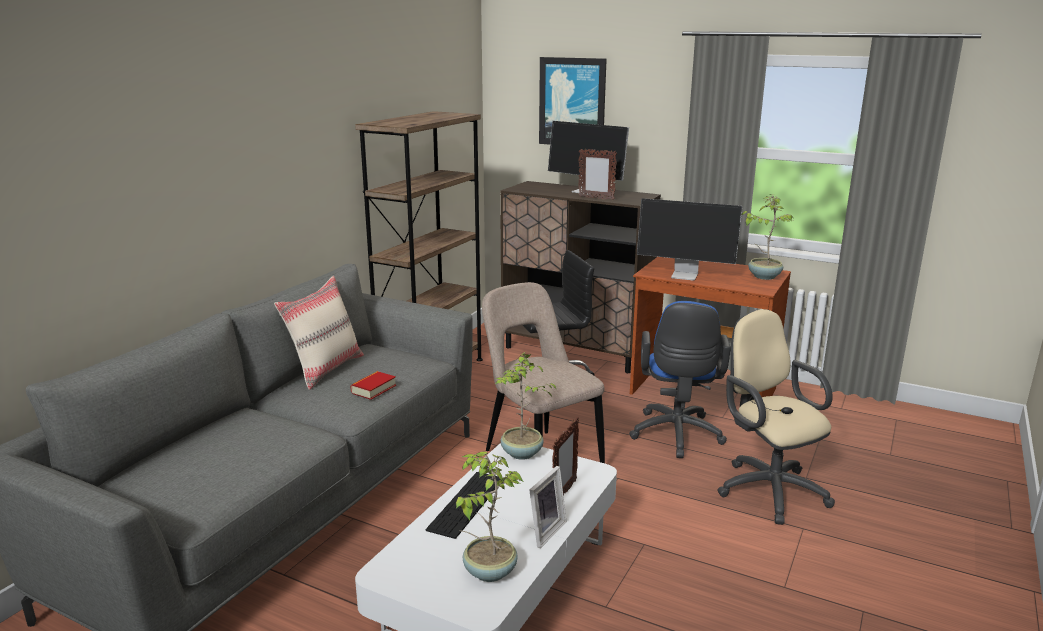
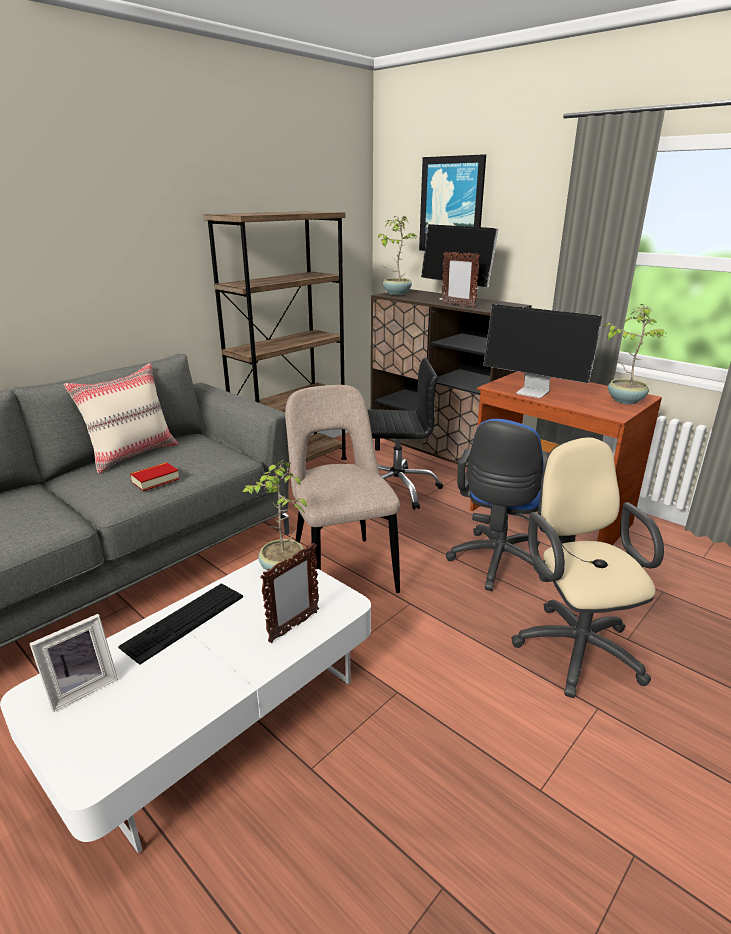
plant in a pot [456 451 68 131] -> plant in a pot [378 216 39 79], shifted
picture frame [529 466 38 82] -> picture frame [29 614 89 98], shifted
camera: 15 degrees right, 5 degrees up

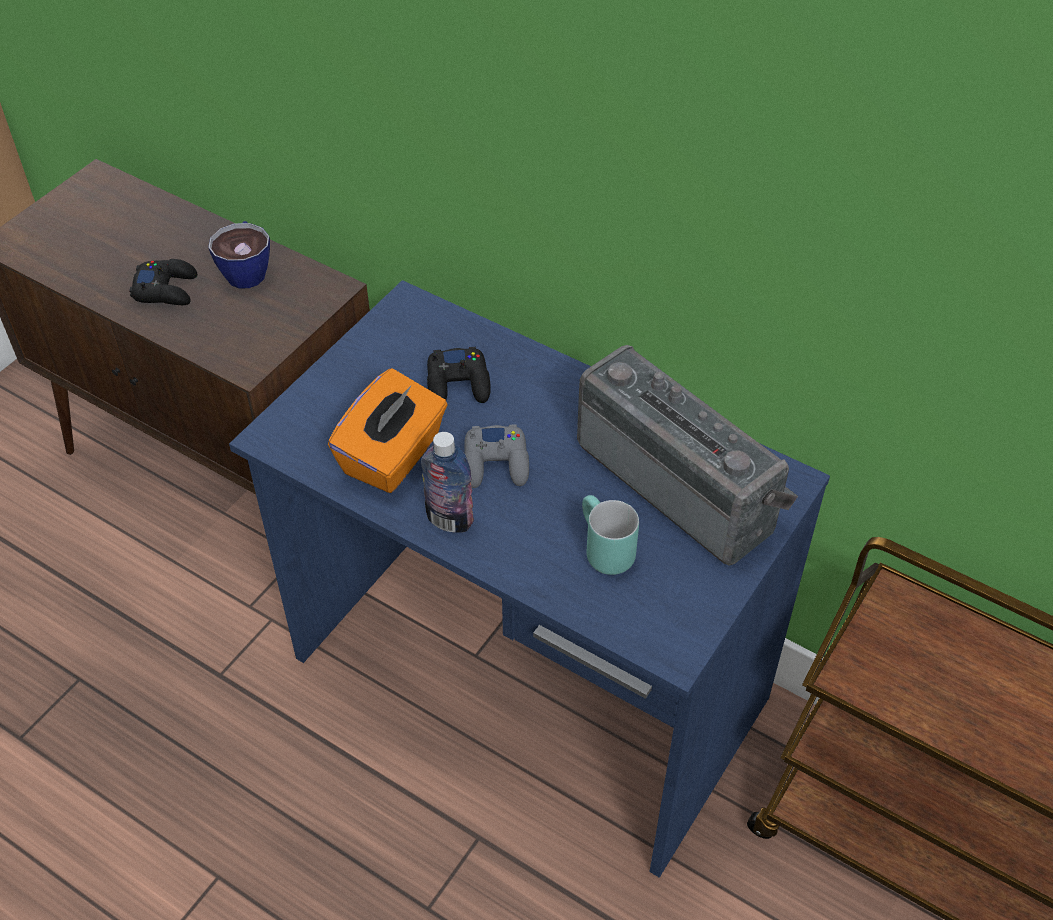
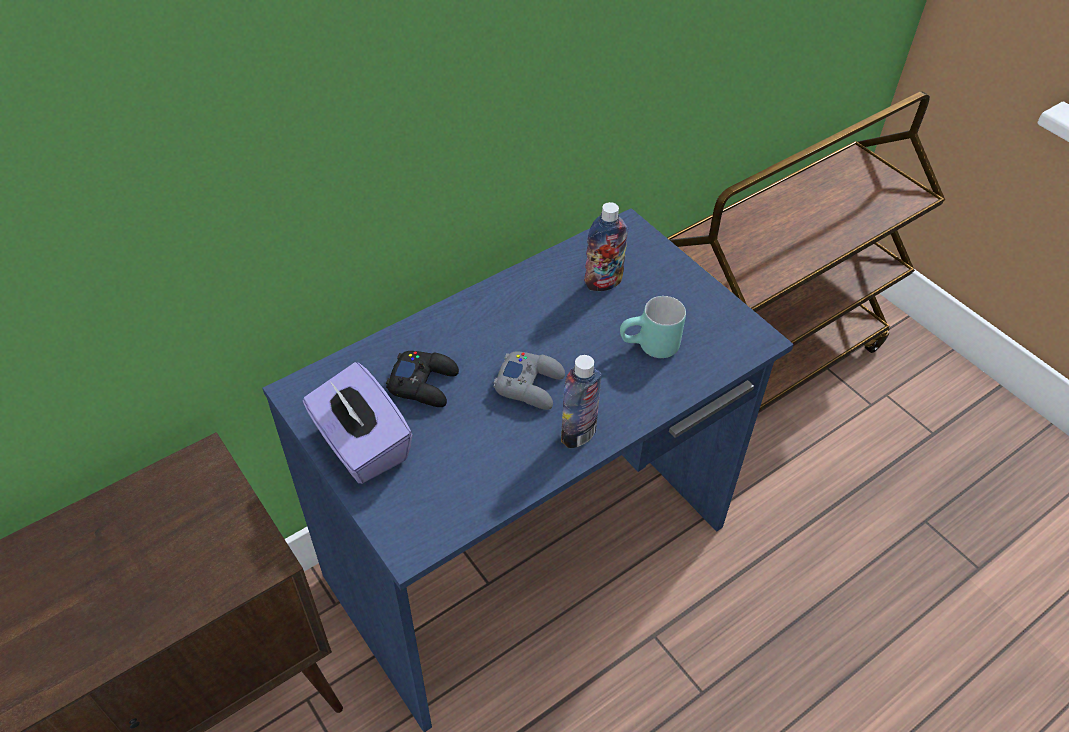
black-coloured joypad [129 259 68 46] -> none
small cup [208 221 62 68] -> none
orange-coloured tissue box [328 368 120 125] -> none
radio set [577 345 221 221] -> drink bottle [584 202 44 89]
none -> purplish tissue box [303 362 110 122]
camera: 70 degrees left, 0 degrees up

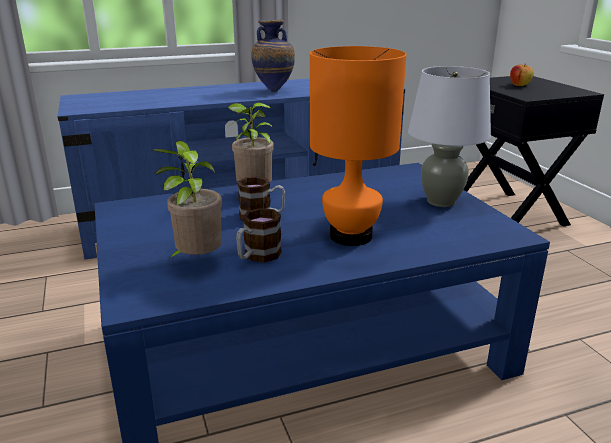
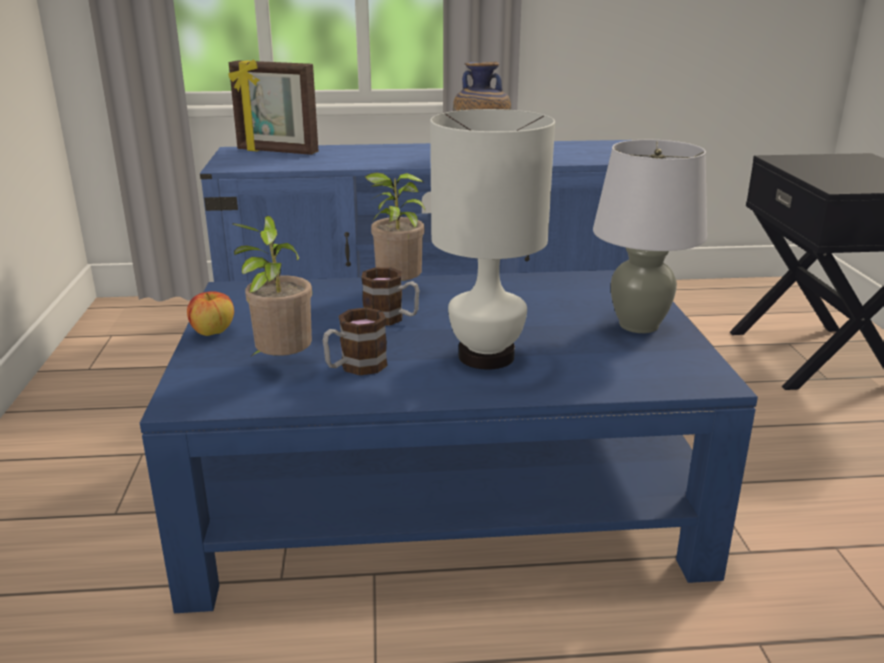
orange-coloured lamp for a table [310 46 97 200] -> white lamp for a table [430 109 125 261]
apple [510 63 24 23] -> apple [187 291 47 45], shifted
none -> picture frame [228 59 90 96]
camera: 15 degrees right, 0 degrees up

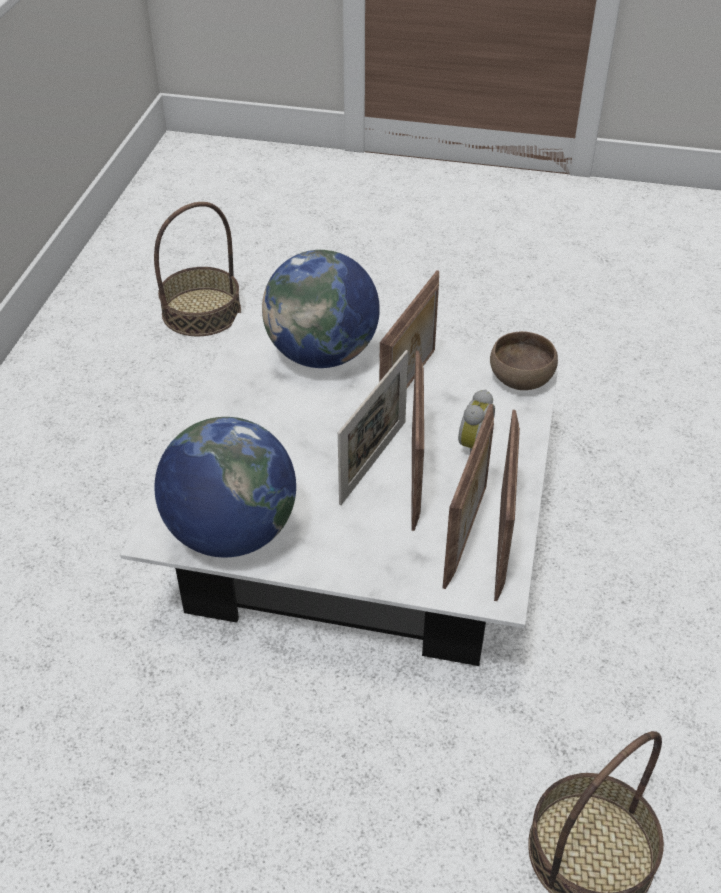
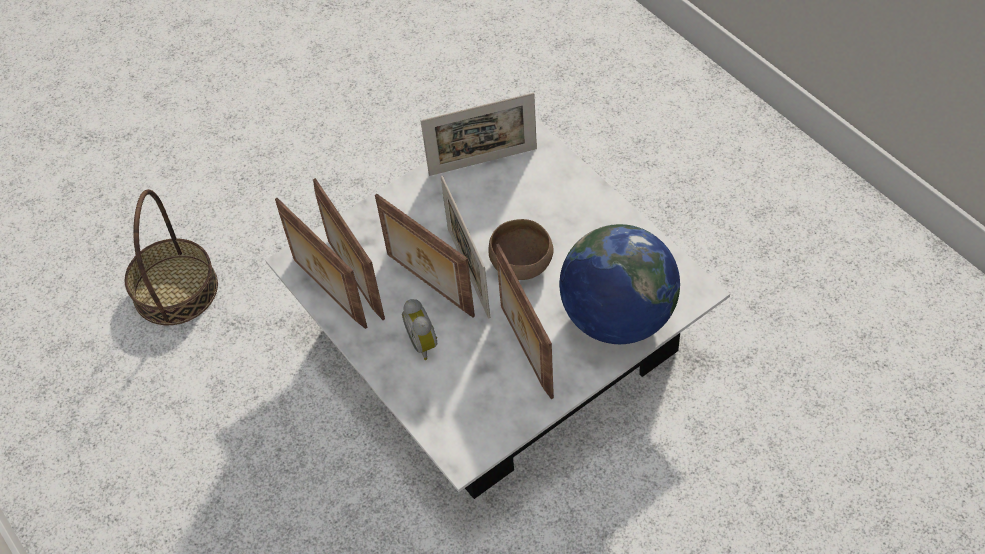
storage basket [154 202 87 134] -> none
desk globe [154 417 142 140] -> picture frame [420 93 117 83]
brown-coloured serving bowl [490 331 68 59] -> brown-coloured serving bowl [489 219 64 61], shifted
camera: 135 degrees right, 10 degrees up

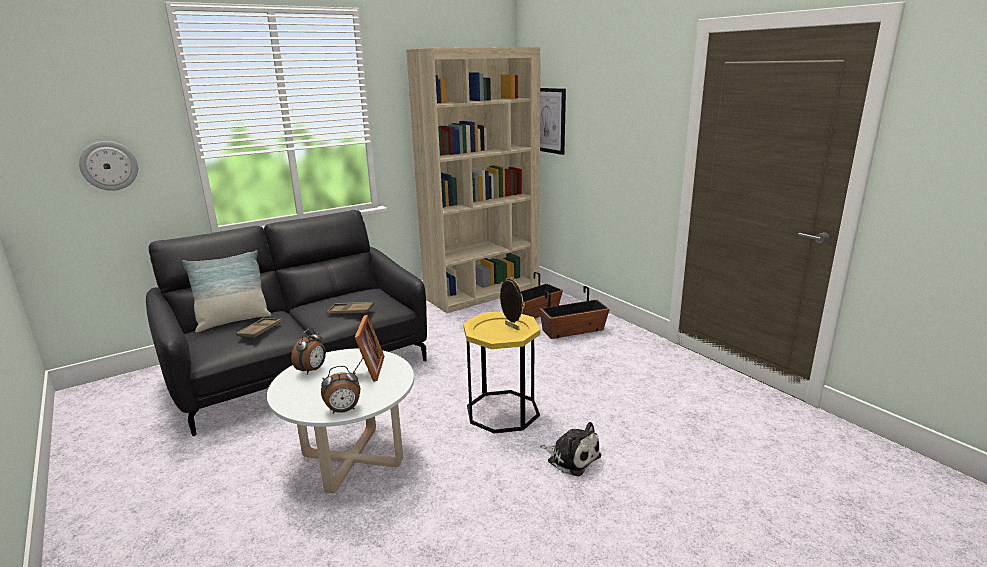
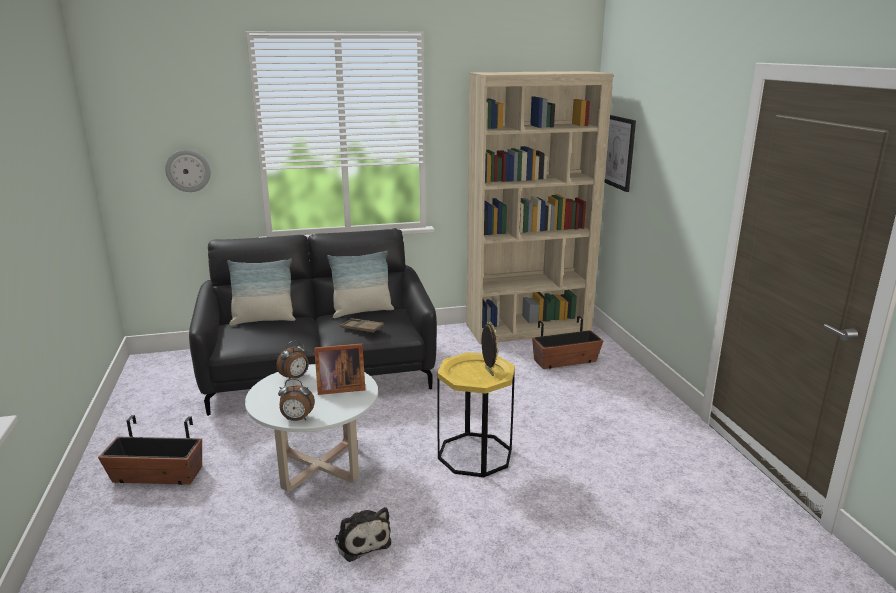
brown-coloured tray [236 318 46 21] -> none
picture frame [353 315 32 67] -> picture frame [314 344 51 51], 60 degrees clockwise
flower pot [540 286 70 53] -> flower pot [98 415 104 70], shifted
cuddly toy [540 422 61 54] -> cuddly toy [335 507 56 55], shifted
none -> cushion [327 251 67 67]
camera: 20 degrees right, 0 degrees up

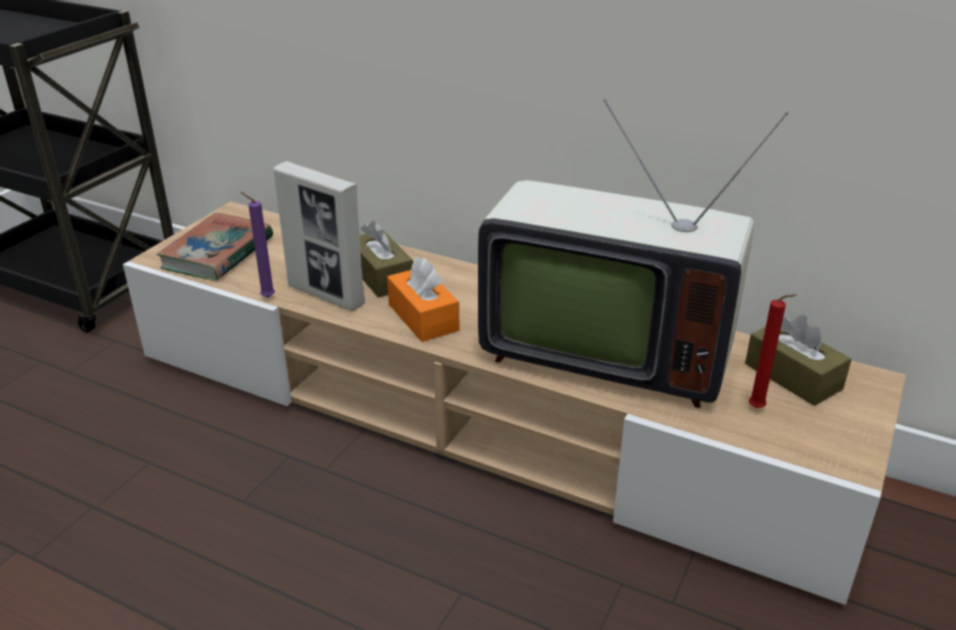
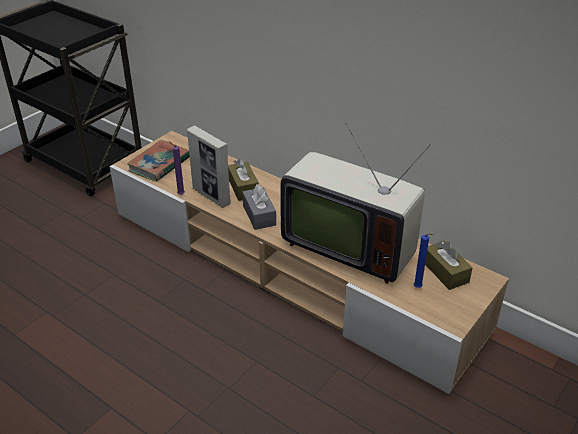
orange-coloured tissue box [387 257 72 85] -> gray tissue box [242 184 34 46]
red candle [749 294 48 114] -> blue-coloured candle [414 234 19 54]
camera: 10 degrees right, 5 degrees up

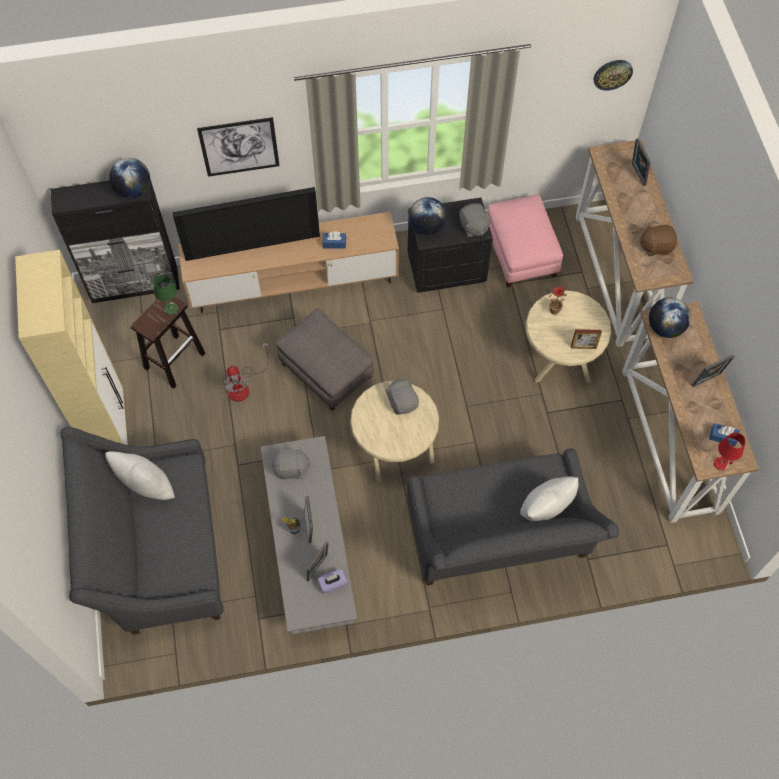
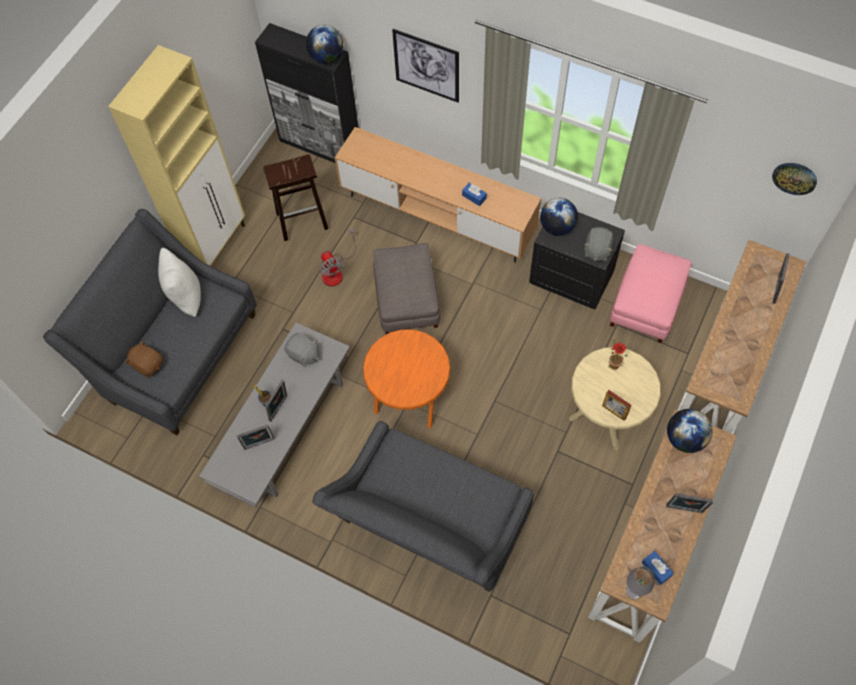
green lamp for a table [154 274 24 41] -> none
television [173 187 147 74] -> none
fan [223 342 46 60] -> fan [320 228 36 58], 45 degrees counterclockwise
purplish tissue box [318 569 30 25] -> none
beige accent table [350 381 89 101] -> orange-coloured accent table [363 330 87 99]
gray cuddly toy [385 379 34 36] -> none
white cushion [520 476 59 45] -> none
brown-coloured cuddly toy [639 223 38 33] -> brown-coloured cuddly toy [125 340 38 38], shifted
red lamp for a table [714 432 31 39] -> gray lamp for a table [626 567 28 32]
camera: 40 degrees right, 0 degrees up

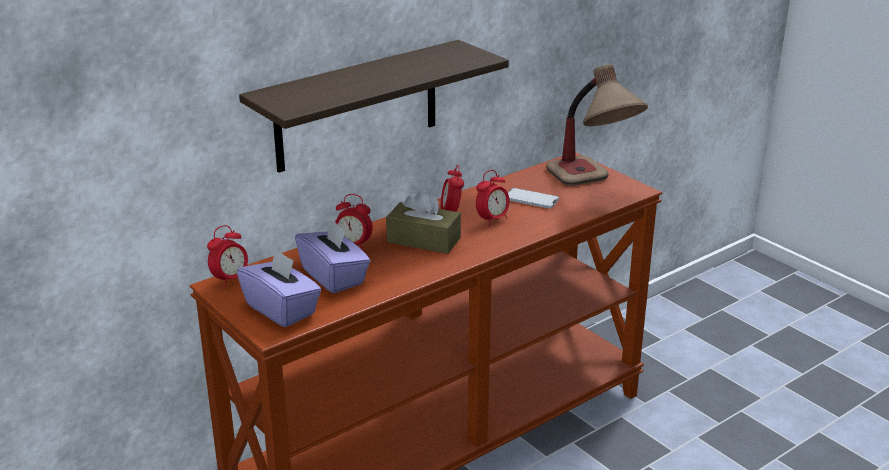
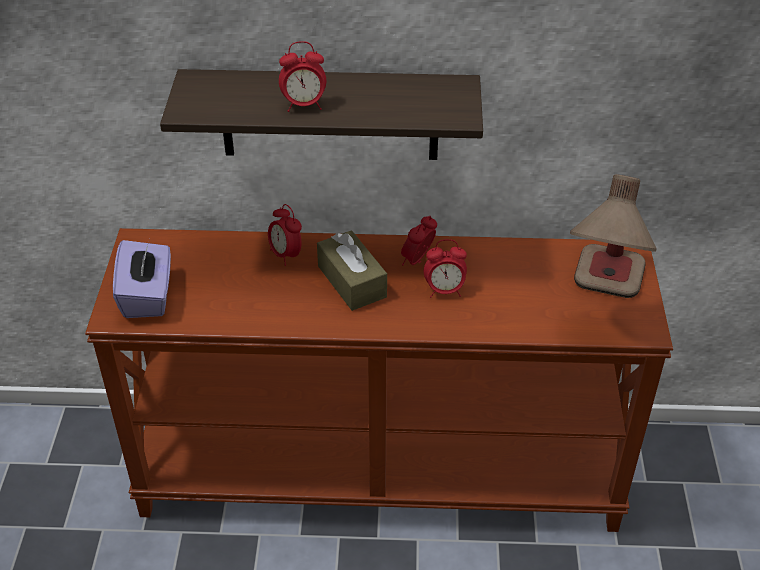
table clock [207 225 41 62] -> table clock [279 41 47 71], shifted
purplish tissue box [295 218 75 75] -> none
handset [508 188 51 20] -> none
camera: 40 degrees right, 15 degrees up

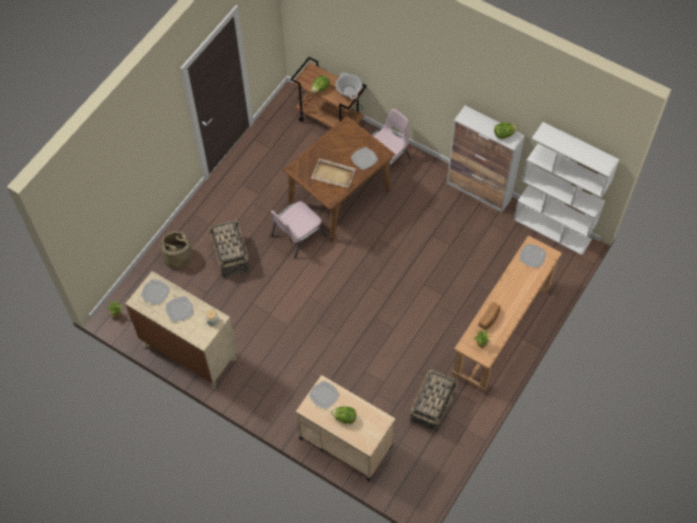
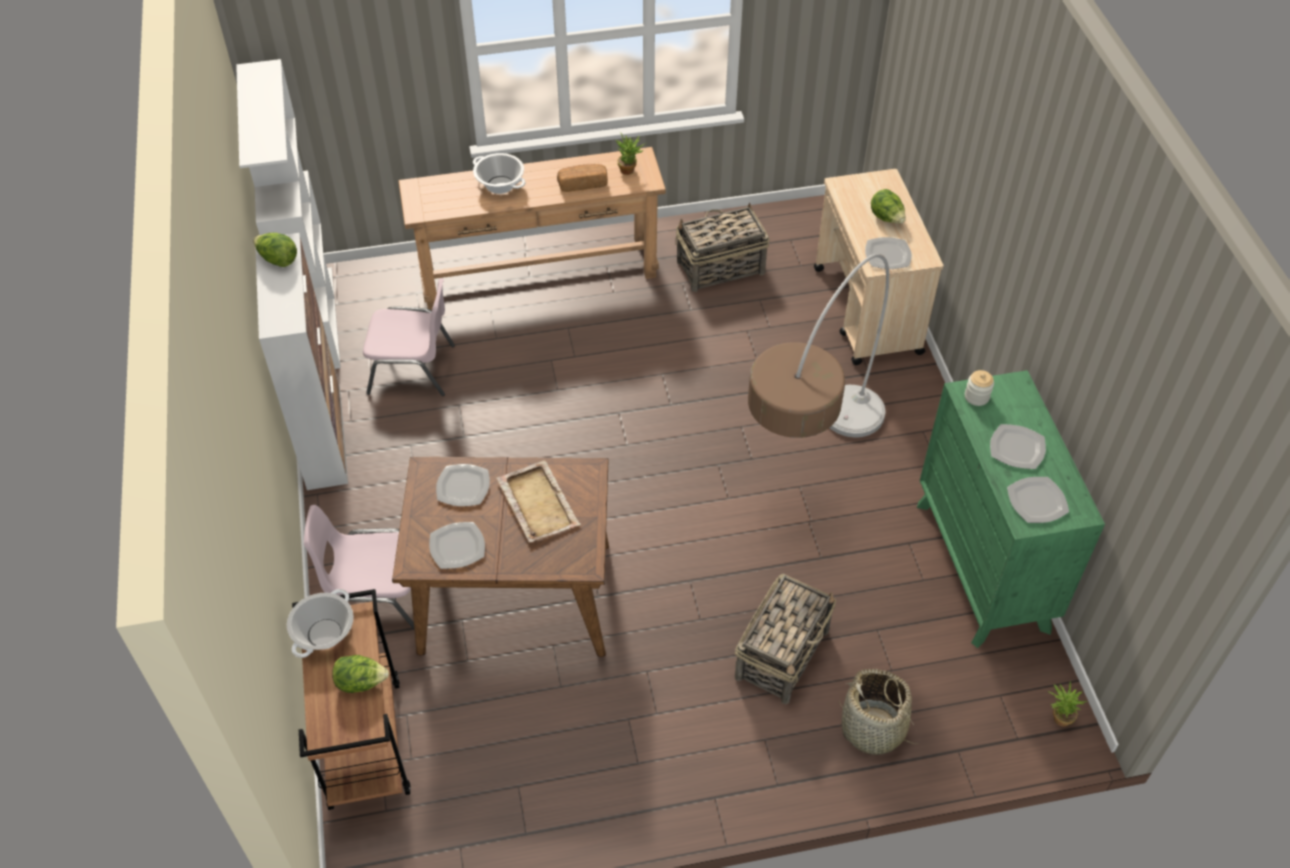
beige chest of drawers [125 271 113 118] -> green chest of drawers [917 370 188 278]
pink chair [271 201 56 58] -> pink chair [363 278 92 118], shifted
plate [519 244 27 24] -> plate [429 522 56 47], shifted
none -> saucepot [473 153 52 41]
none -> standing lamp [748 254 141 184]
camera: 135 degrees left, 10 degrees down

